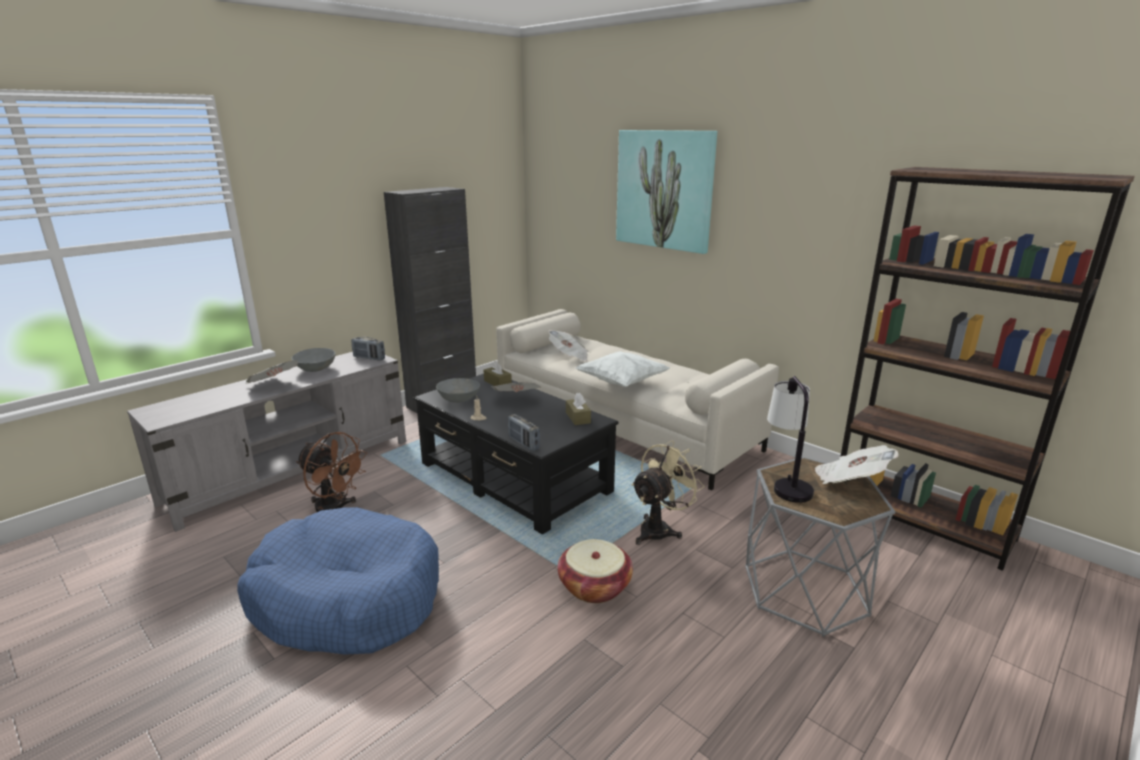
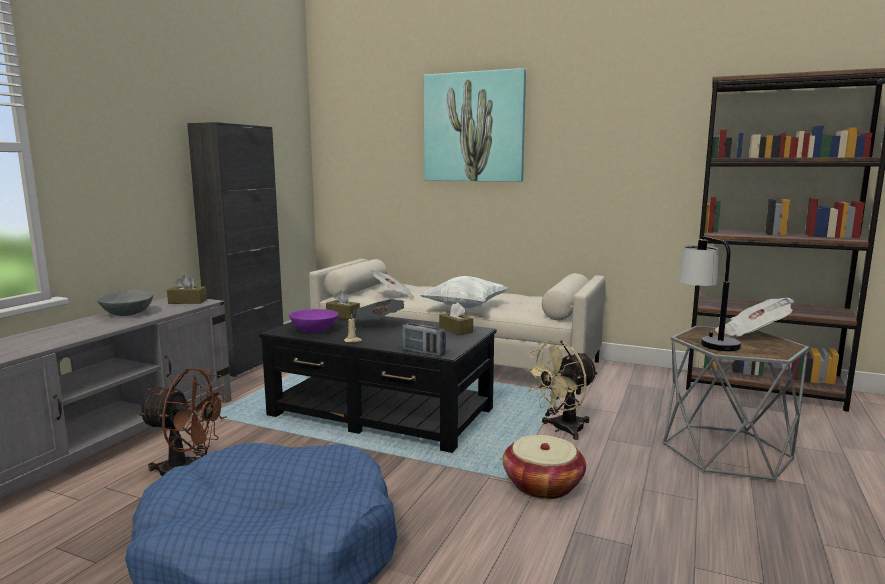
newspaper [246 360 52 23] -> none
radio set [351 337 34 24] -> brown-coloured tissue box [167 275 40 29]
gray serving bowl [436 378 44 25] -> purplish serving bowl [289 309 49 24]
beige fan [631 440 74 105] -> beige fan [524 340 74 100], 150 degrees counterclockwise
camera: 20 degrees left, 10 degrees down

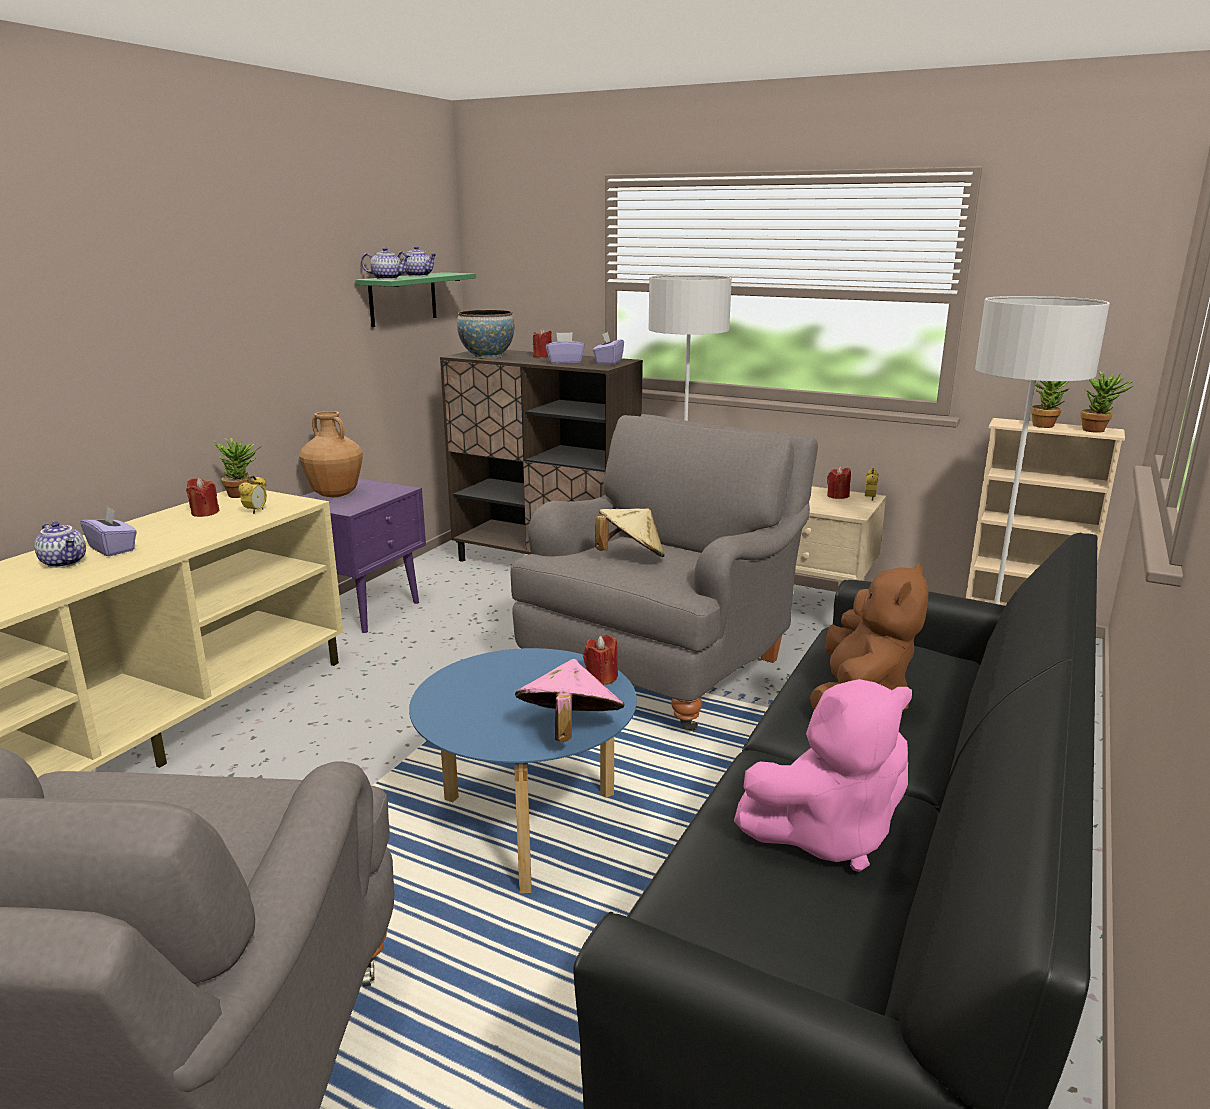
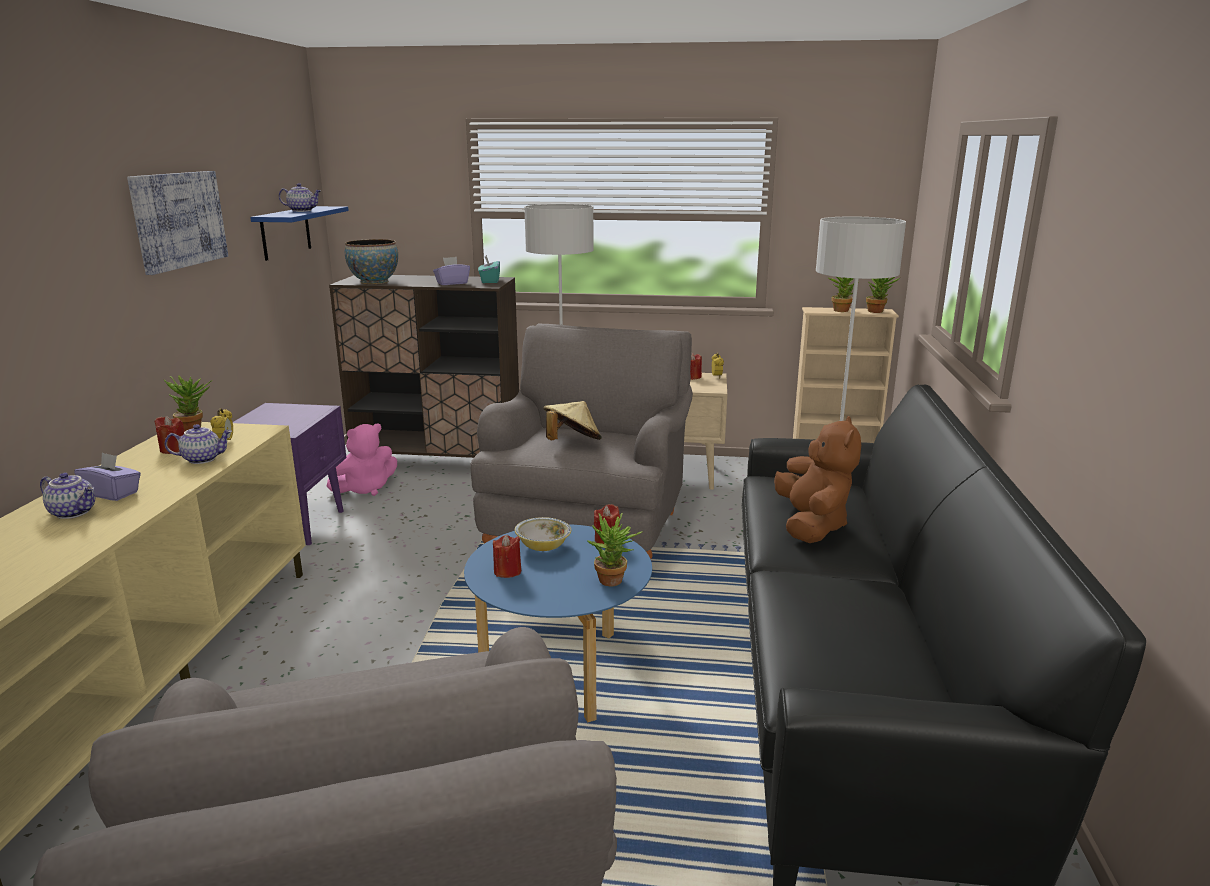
brown-coloured decorative vase [299 411 64 86] -> none
green bracket shelf [355 272 121 55] -> blue-coloured bracket shelf [250 206 99 55]
teapot [361 247 49 32] -> teapot [164 424 68 40], shifted
pink wearable hat [515 659 109 83] -> plant in a pot [586 513 56 73]
red candle [533 328 19 30] -> red candle [493 535 28 43], shifted
purplish tissue box [593 332 31 33] -> turquoise-coloured tissue box [478 255 22 28]
pink cuddly toy [734 679 178 193] -> pink cuddly toy [326 424 71 72], shifted
none -> wall art [127 171 101 104]
none -> serving bowl [515 517 56 34]
camera: 20 degrees left, 0 degrees up

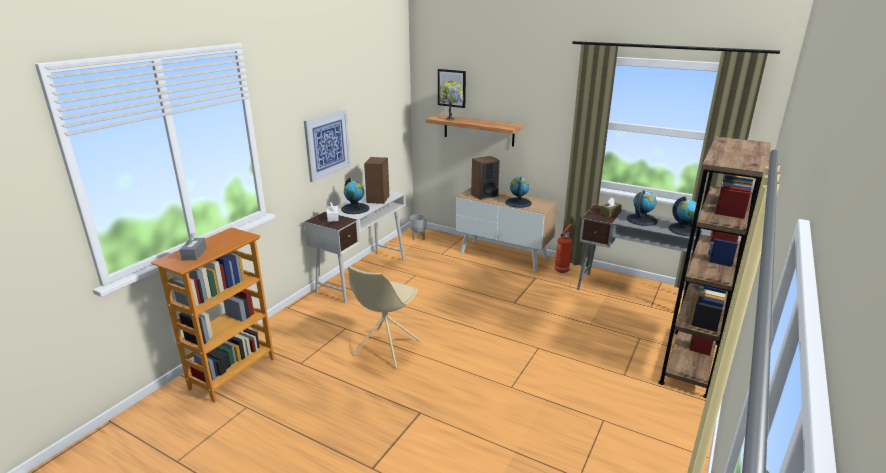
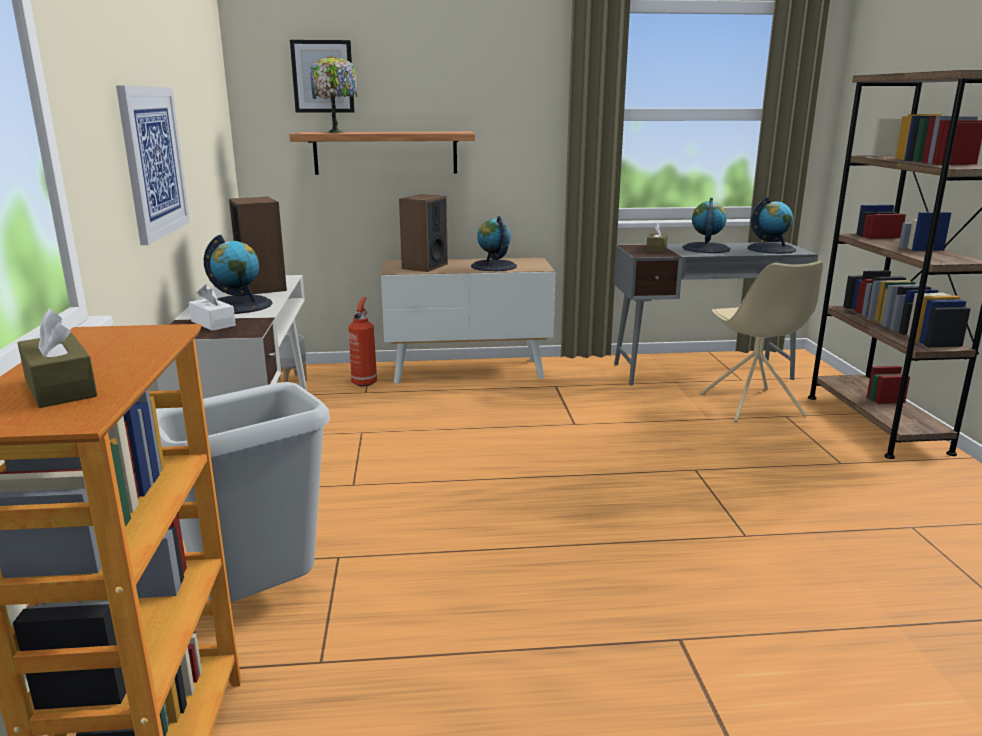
gray tissue box [180 233 27 27] -> brown-coloured tissue box [18 308 80 100]
beige chair [348 266 72 103] -> beige chair [701 261 122 161], shifted
fire-fighting cylinder [555 223 18 50] -> fire-fighting cylinder [349 297 28 90], shifted
none -> gray rubbish bin [156 382 174 220]
camera: 35 degrees left, 5 degrees down

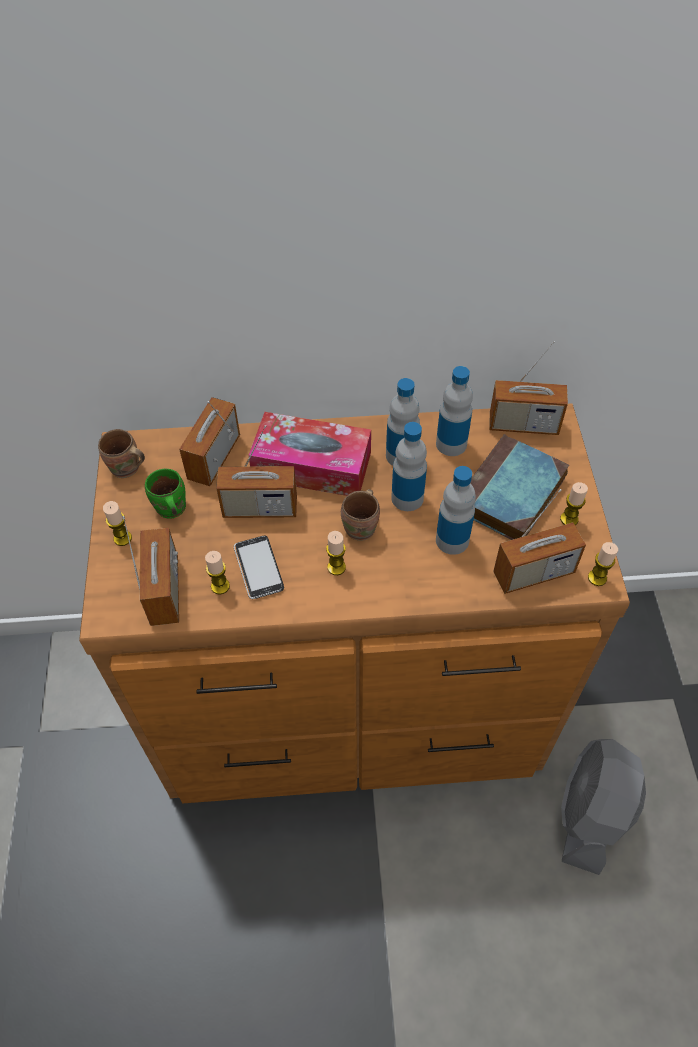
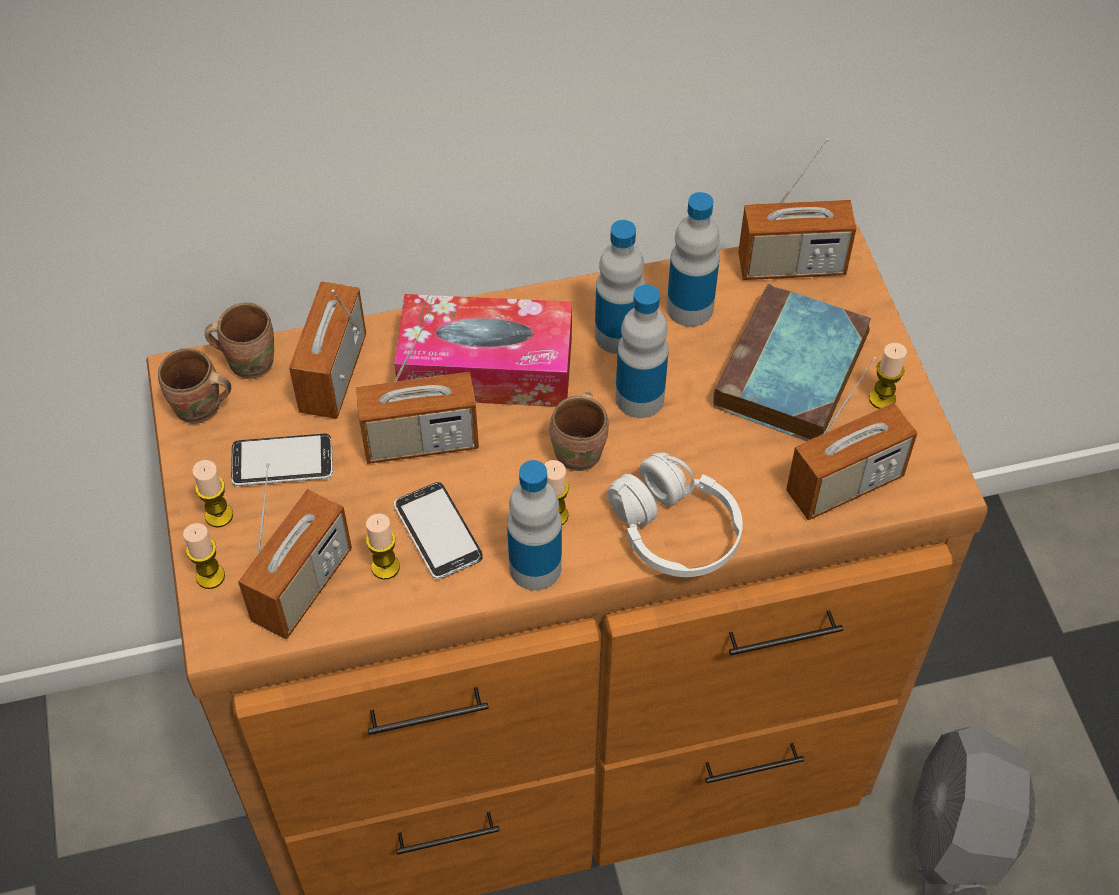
radio set [122 516 57 110] -> radio set [238 462 114 177], 45 degrees clockwise
green mug [145 469 41 50] -> handset [231 434 102 53]
drink bottle [436 466 40 89] -> drink bottle [507 460 55 130], shifted
candle [588 542 30 44] -> candle [183 523 42 66], shifted
none -> brown-coloured mug [205 303 69 76]
none -> white pair of headphones [607 452 136 125]
camera: 10 degrees left, 0 degrees up

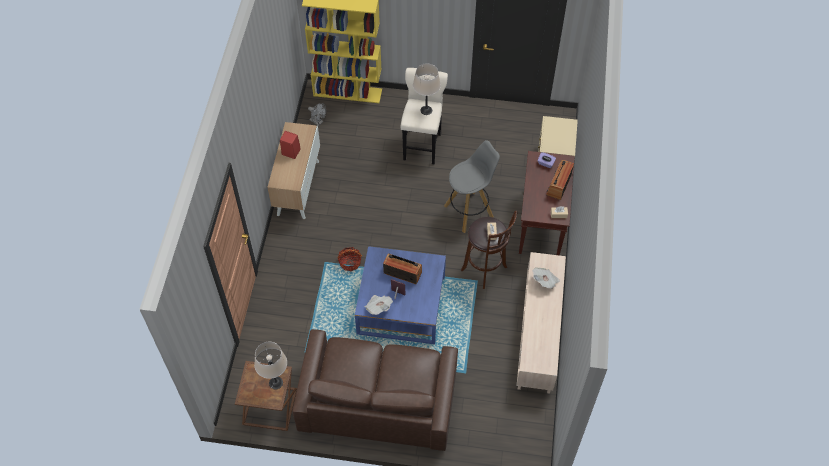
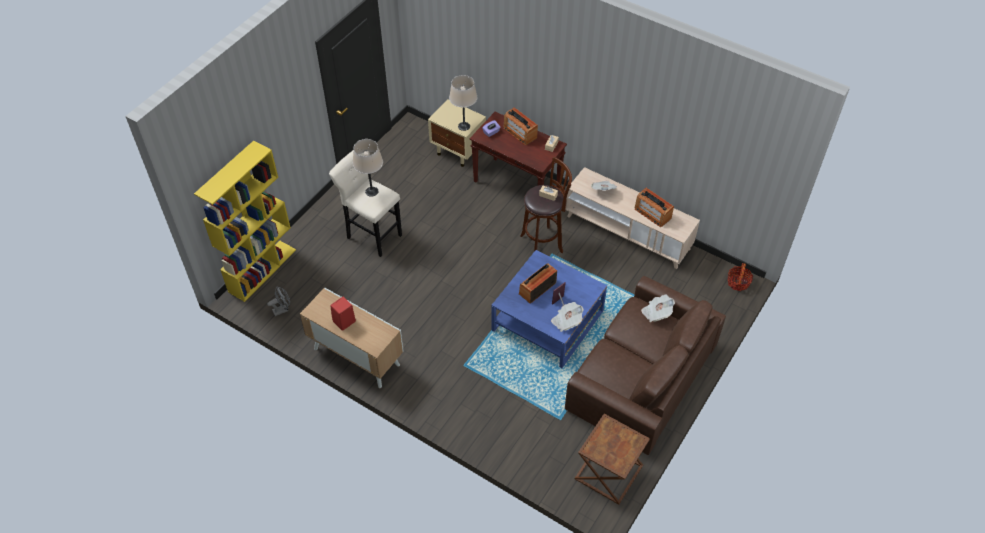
beige lamp for a table [254 342 33 47] -> beige lamp for a table [449 75 28 56], shifted
storage basket [337 247 25 24] -> storage basket [728 263 25 28], shifted
gray sitting stool [444 140 56 93] -> none
none -> radio set [635 188 39 39]
none -> newspaper [641 294 34 28]
camera: 65 degrees left, 5 degrees down

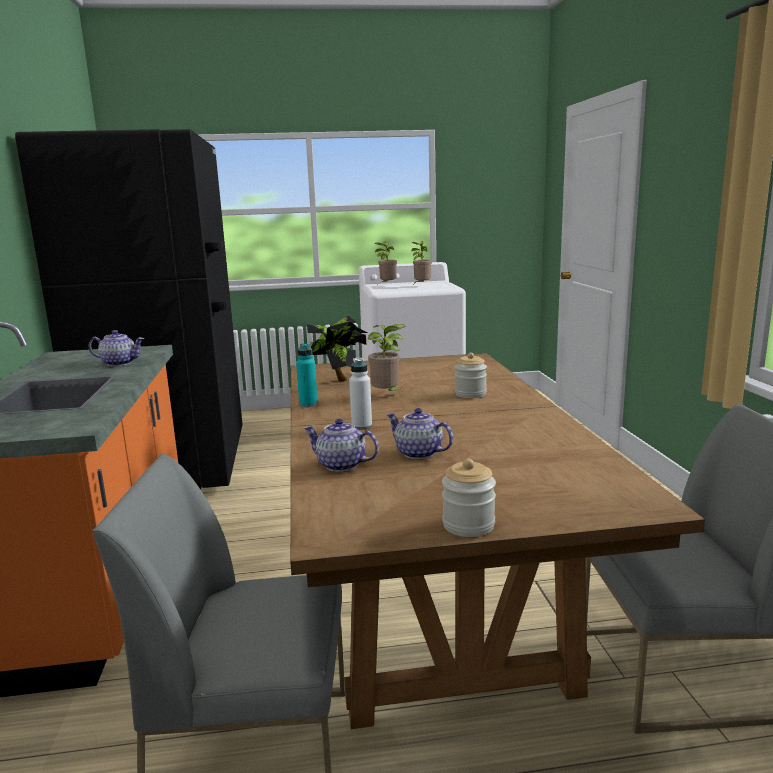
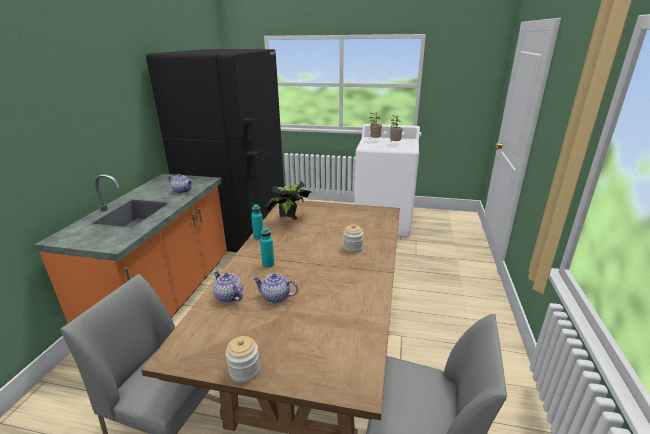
white drink bottle [349 357 23 73] -> turquoise-coloured drink bottle [260 226 14 42]
plant in a pot [368 324 38 67] -> none
teapot [386 408 67 51] -> teapot [252 273 46 30], 45 degrees counterclockwise
camera: 20 degrees right, 10 degrees up

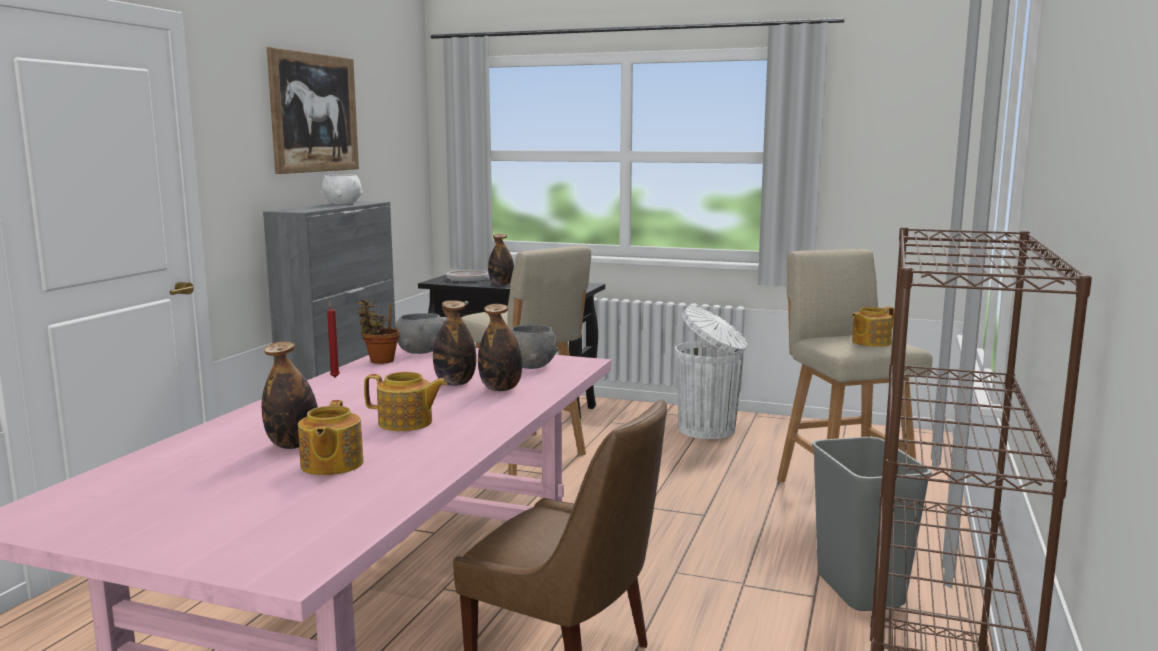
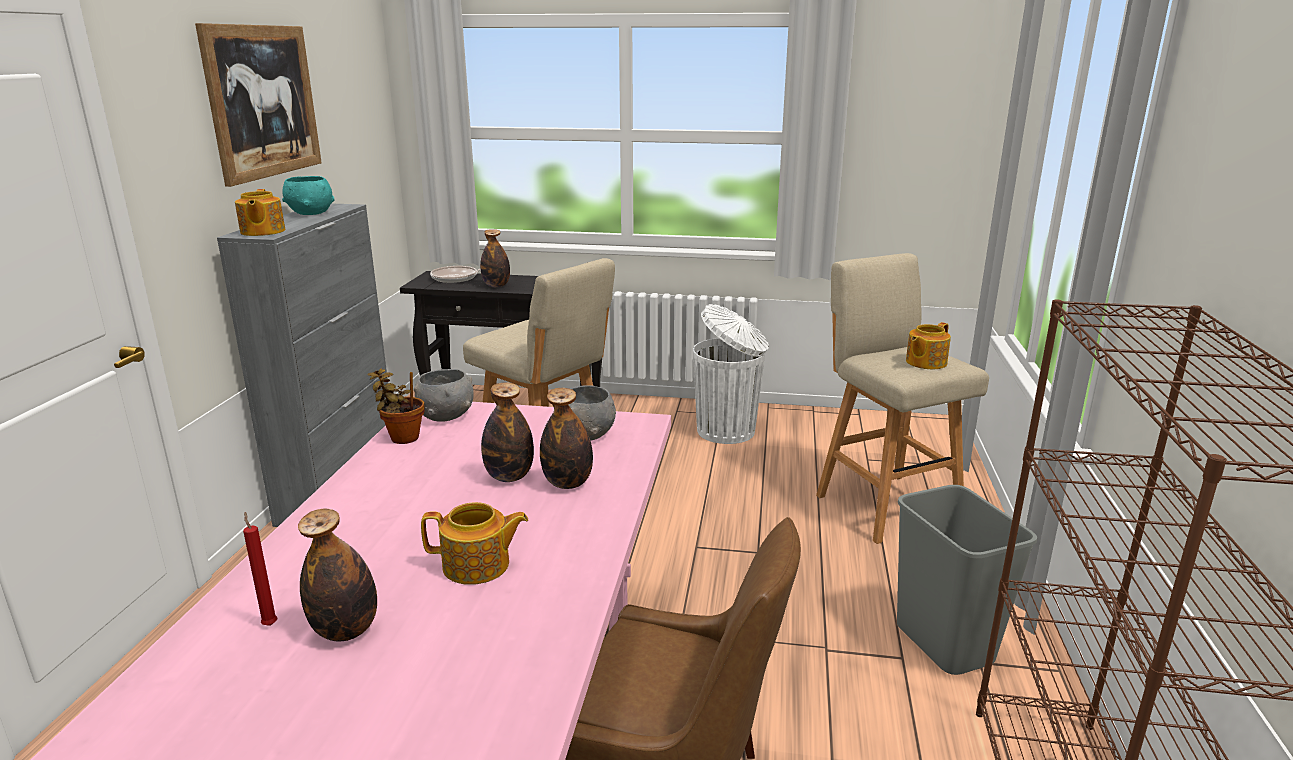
teapot [298 400 66 75] -> teapot [235 189 51 47], shifted
white serving bowl [321 174 42 31] -> turquoise-coloured serving bowl [282 176 53 39]
red candle [327 301 13 77] -> red candle [243 512 35 114], shifted
camera: 10 degrees left, 10 degrees up

